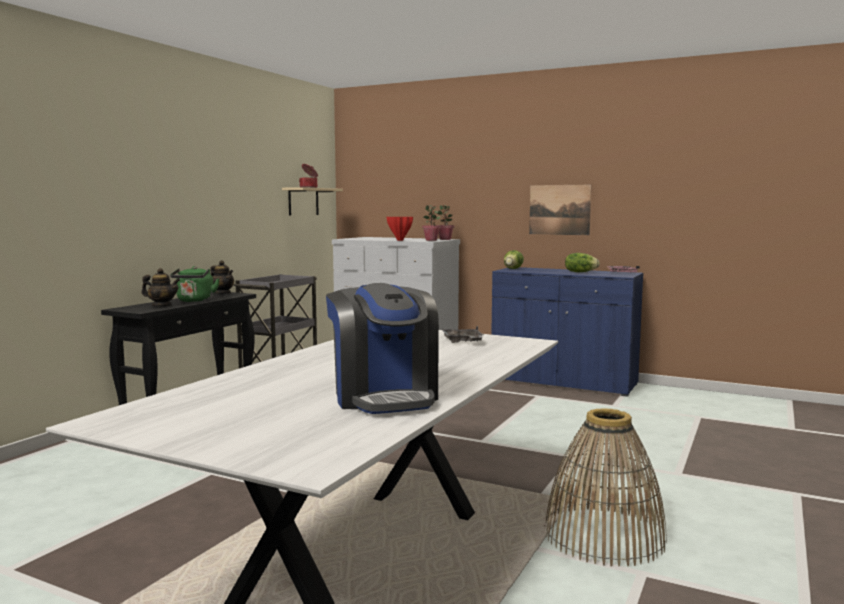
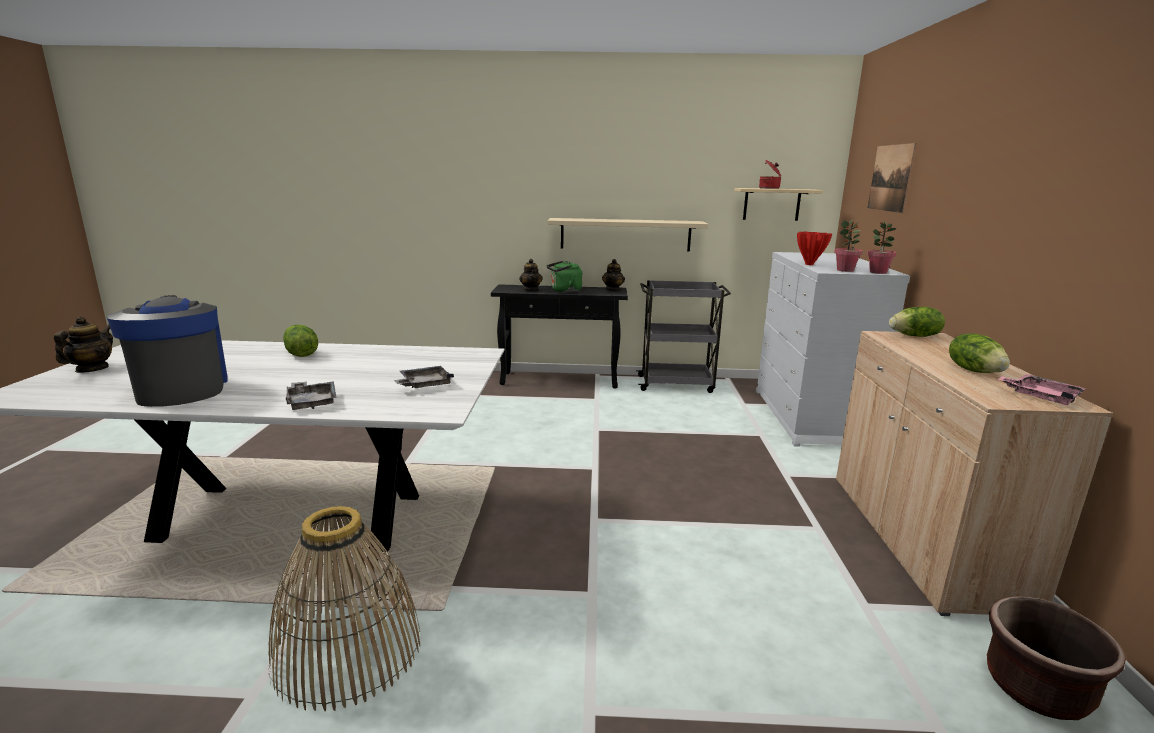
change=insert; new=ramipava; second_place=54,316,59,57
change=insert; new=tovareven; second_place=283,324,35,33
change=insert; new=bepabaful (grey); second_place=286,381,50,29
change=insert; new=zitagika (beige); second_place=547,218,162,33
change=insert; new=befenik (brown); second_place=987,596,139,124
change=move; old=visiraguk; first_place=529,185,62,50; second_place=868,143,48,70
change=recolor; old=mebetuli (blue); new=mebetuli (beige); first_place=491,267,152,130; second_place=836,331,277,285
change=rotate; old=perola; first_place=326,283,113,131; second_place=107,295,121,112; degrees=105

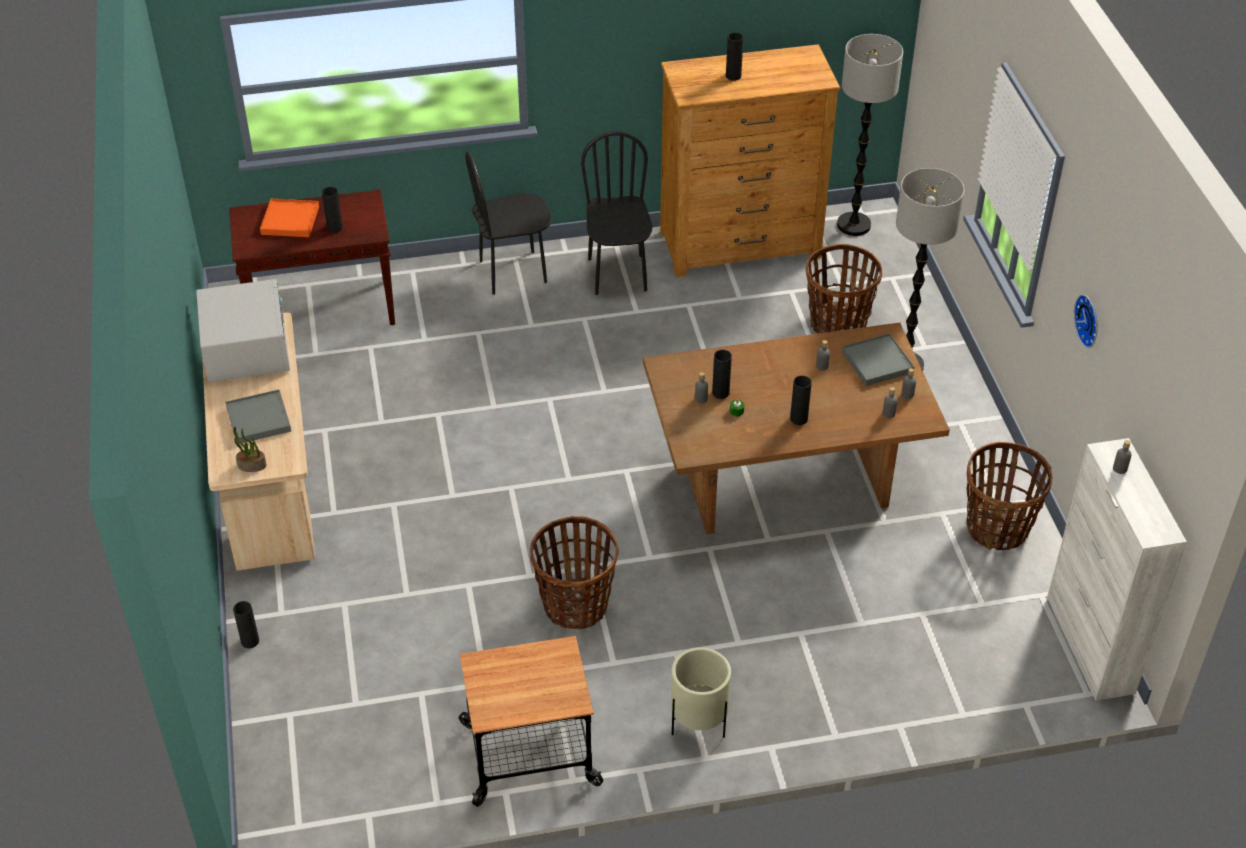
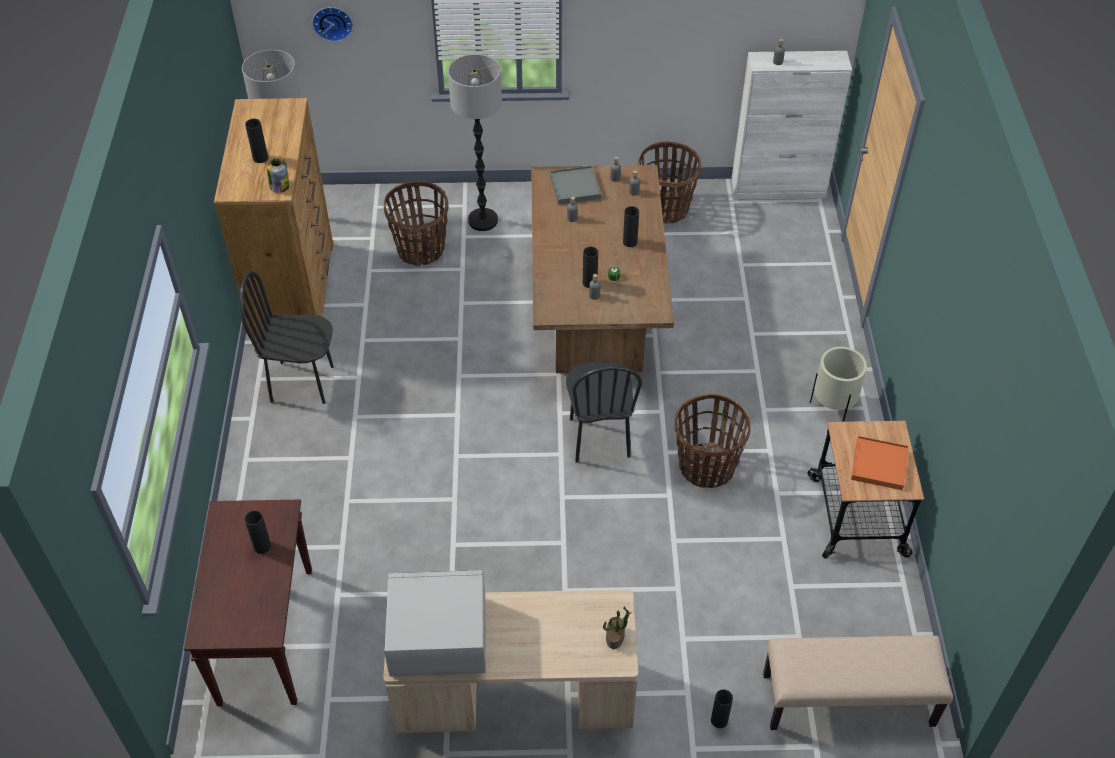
change=delete; old=bepabaful (grey); first_place=225,389,66,55
change=insert; new=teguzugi; second_place=267,158,22,35
change=insert; new=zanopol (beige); second_place=763,636,190,94
change=move; old=bepabaful (orange); first_place=260,199,59,38; second_place=851,436,58,54
change=move; old=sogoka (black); first_place=465,151,87,144; second_place=566,361,76,102
change=move; old=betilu; first_place=1074,294,24,54; second_place=312,7,41,35

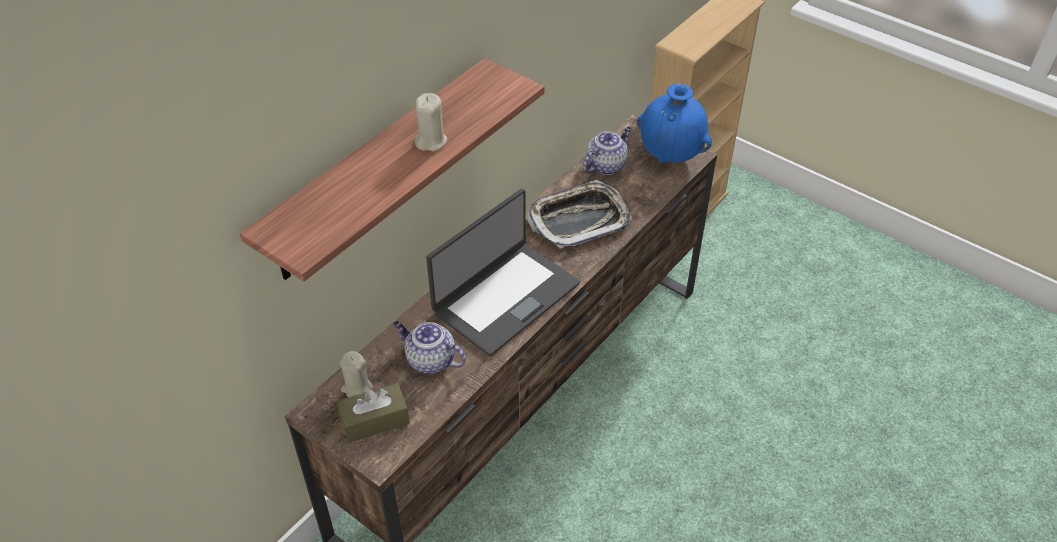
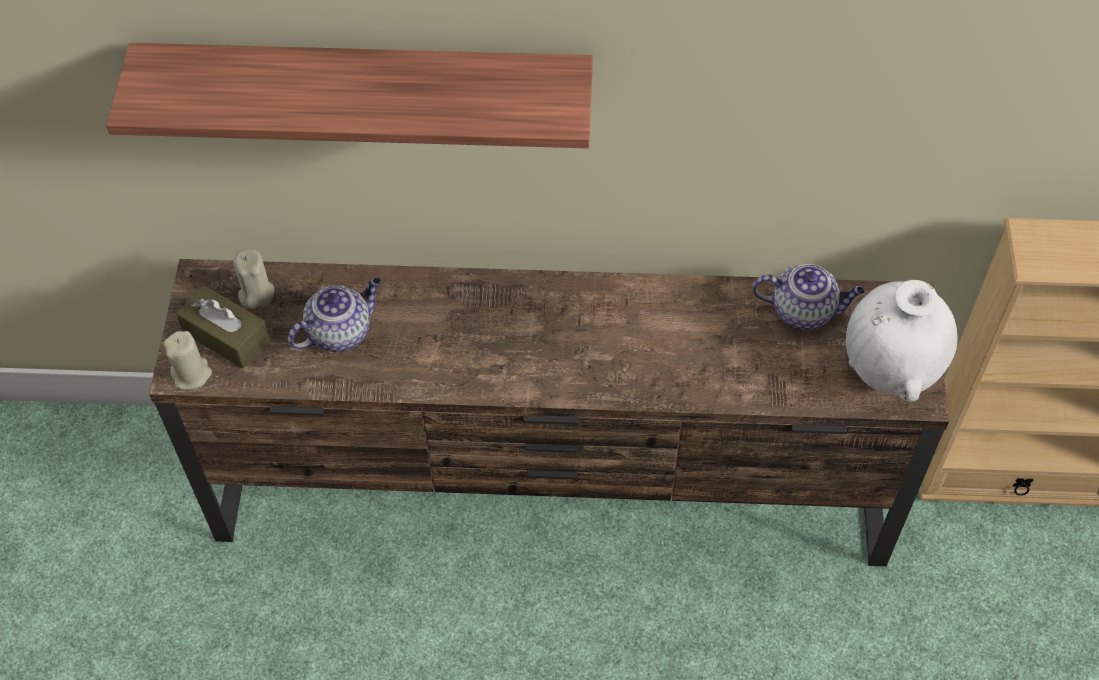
change=delete; old=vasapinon; first_place=426,189,154,167
change=delete; old=bepabaful; first_place=527,180,105,69
change=move; old=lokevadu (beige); first_place=415,93,32,58; second_place=164,331,48,59
change=recolor; old=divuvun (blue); new=divuvun (white); first_place=637,84,75,79; second_place=846,280,112,122
change=rotate; old=ramipava; first_place=393,321,73,53; second_place=288,277,93,75; degrees=60

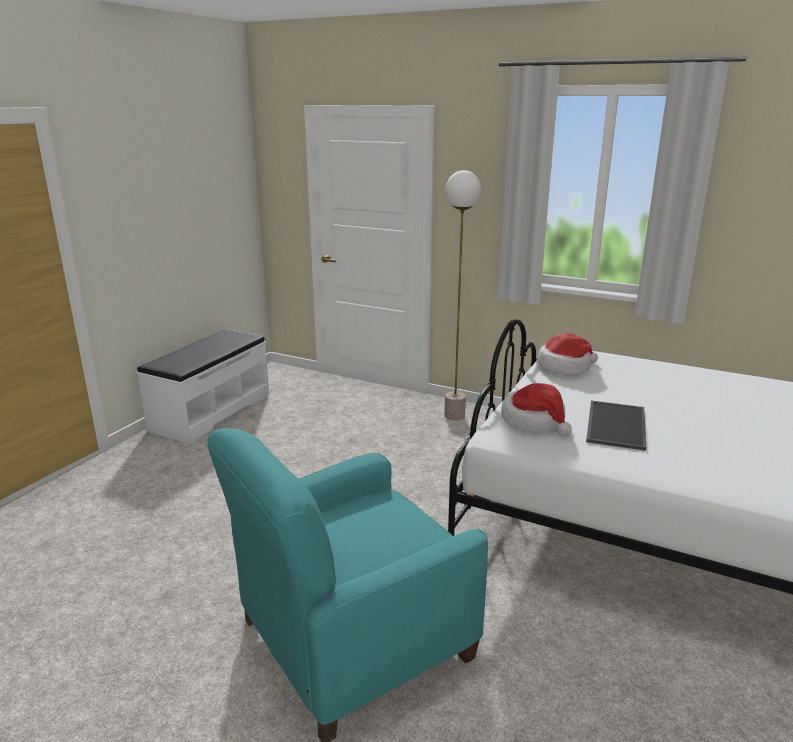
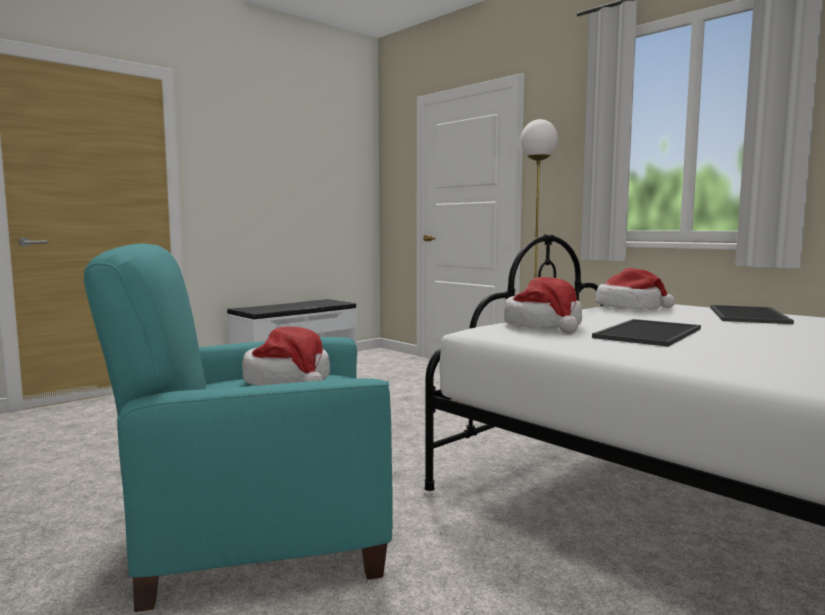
change=insert; new=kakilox; second_place=242,326,88,60
change=insert; new=bepabaful; second_place=710,305,84,19

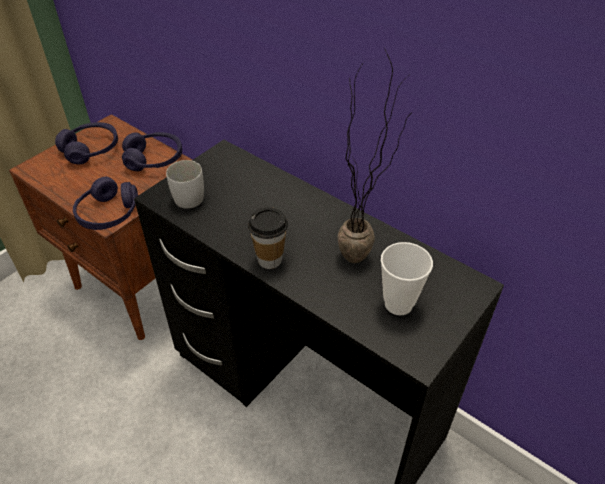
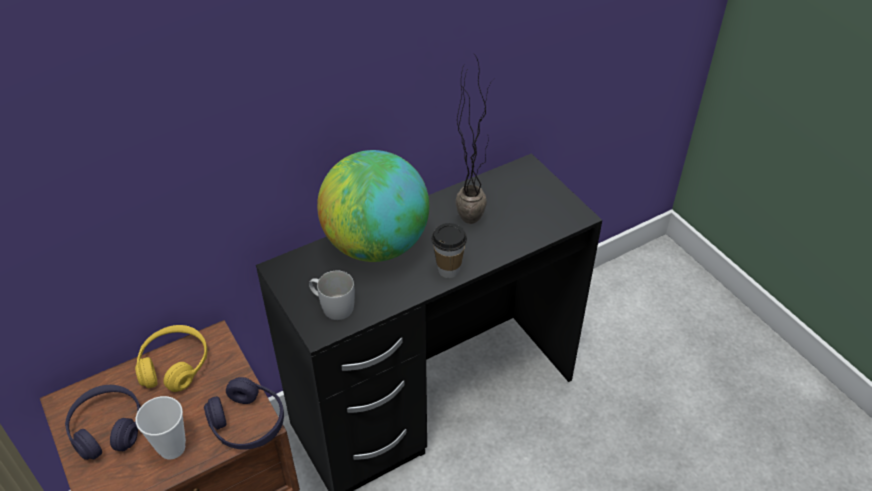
change=insert; new=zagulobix; second_place=317,150,112,112
change=move; old=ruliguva; first_place=381,242,52,73; second_place=135,396,51,63
change=recolor; old=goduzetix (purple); new=goduzetix (yellow); first_place=122,132,60,39; second_place=135,325,72,67

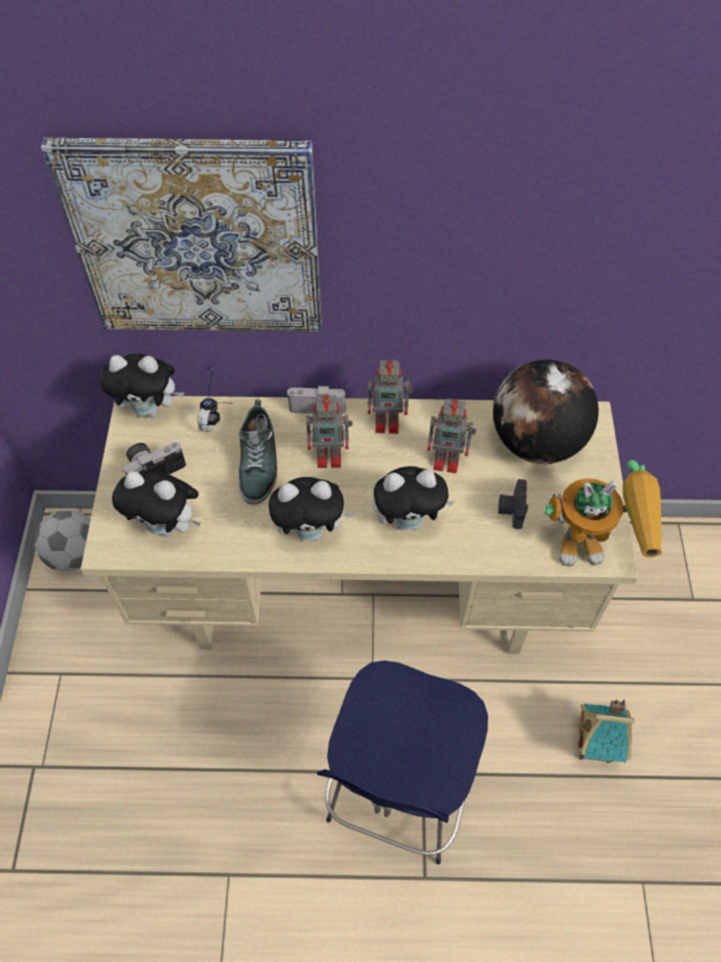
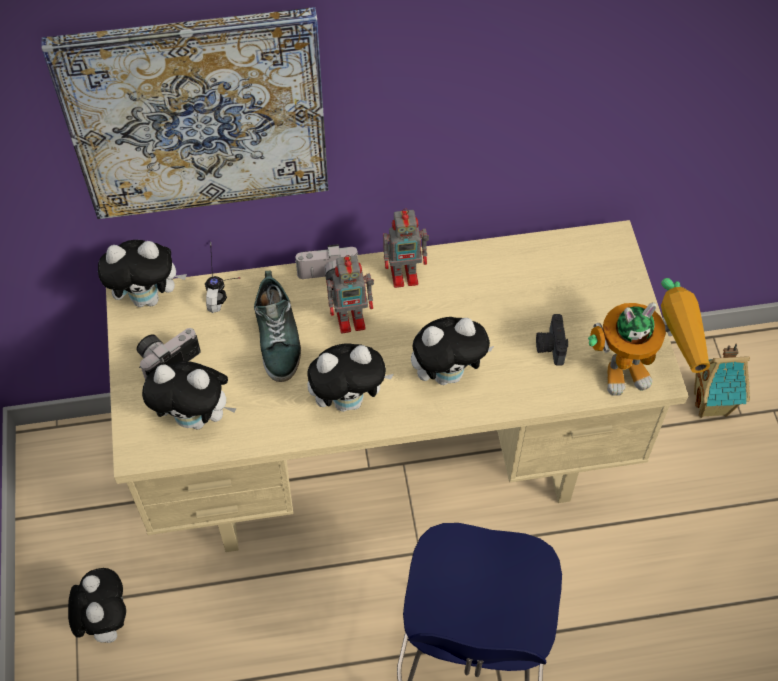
change=delete; old=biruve; first_place=34,510,56,61
change=delete; old=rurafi; first_place=427,398,49,75
change=delete; old=zagulobix; first_place=493,360,106,104
change=insert; new=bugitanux; second_place=68,568,58,75
change=move; old=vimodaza; first_place=578,699,57,64; second_place=694,344,56,74

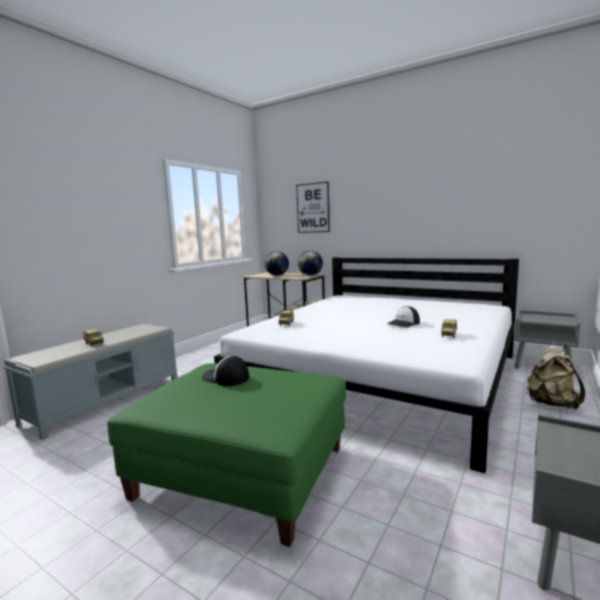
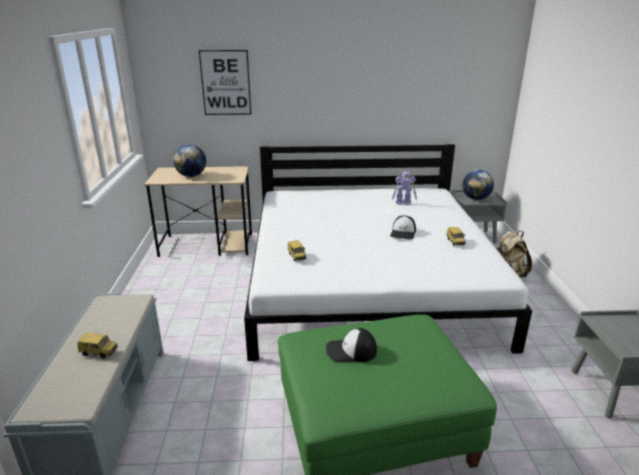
change=insert; new=rurafi; second_place=392,172,25,33
change=move; old=zagulobix; first_place=298,250,25,26; second_place=462,170,32,30

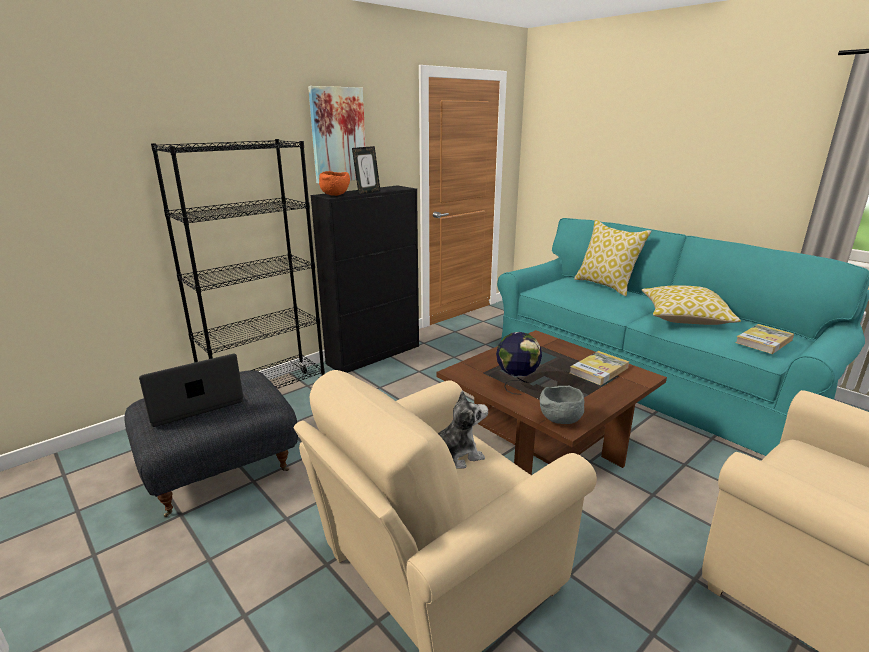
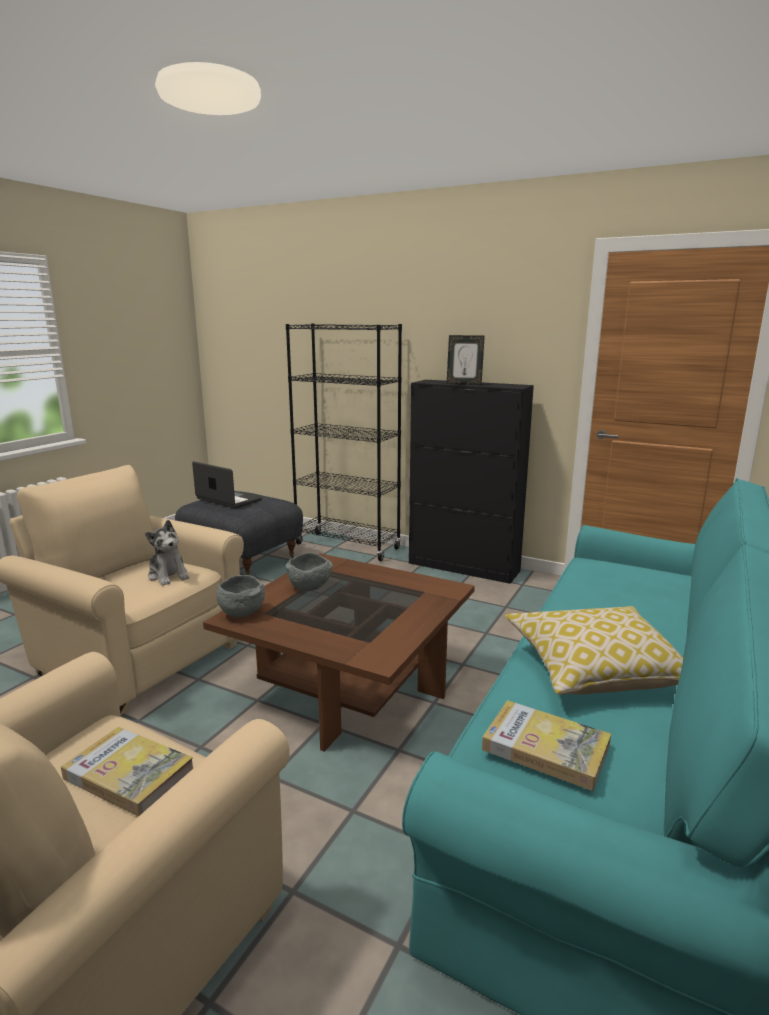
change=delete; old=visiraguk; first_place=308,86,58,97
change=delete; old=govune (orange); first_place=319,171,31,25
change=delete; old=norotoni; first_place=574,219,77,77
change=move; old=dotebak; first_place=570,351,59,34; second_place=61,727,132,90
change=replace; old=zagulobix; new=govune (grey); first_place=496,332,46,63; second_place=285,553,48,38

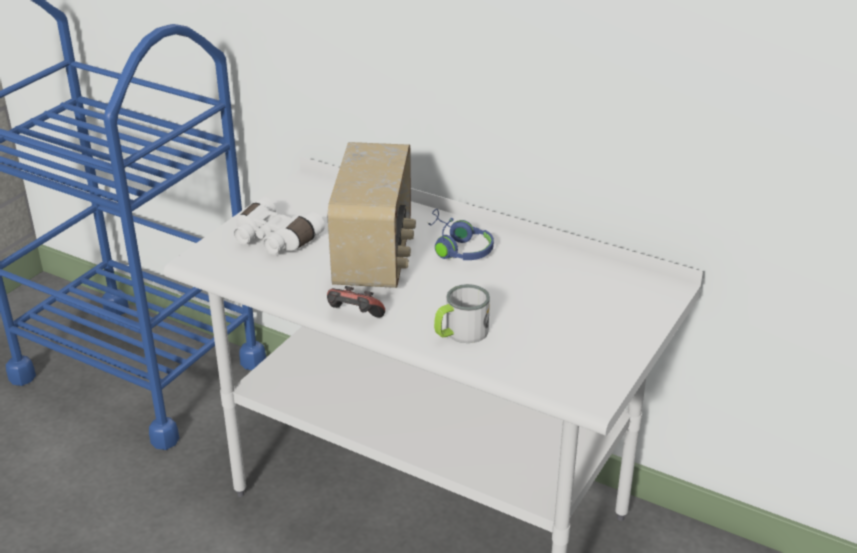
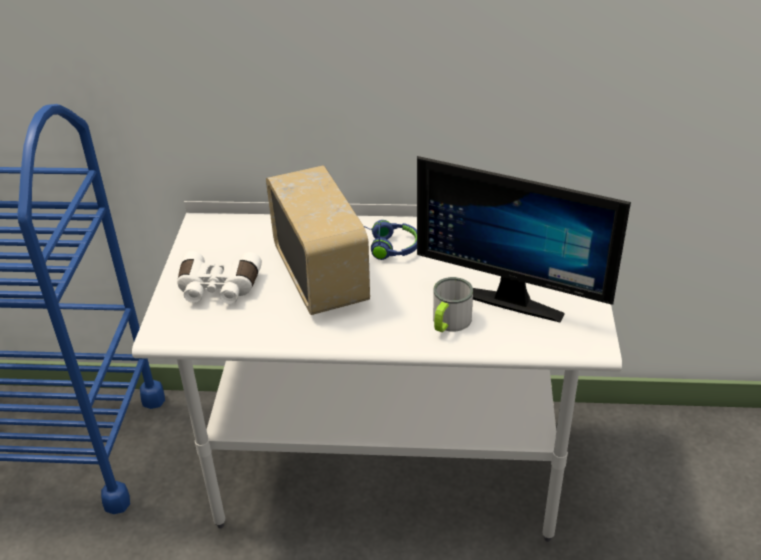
change=delete; old=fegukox; first_place=327,286,58,32
change=insert; new=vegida; second_place=417,156,214,167

